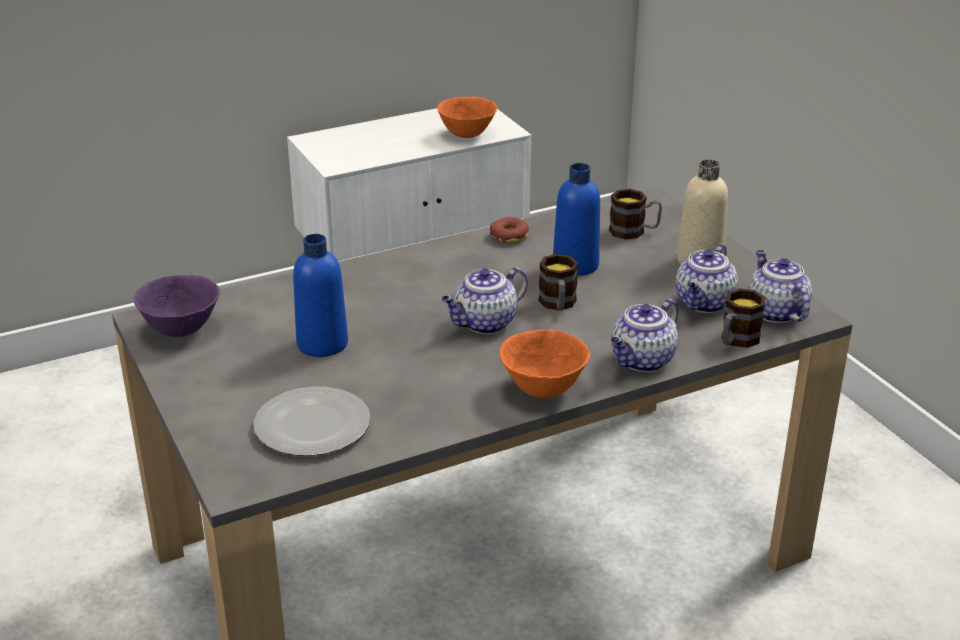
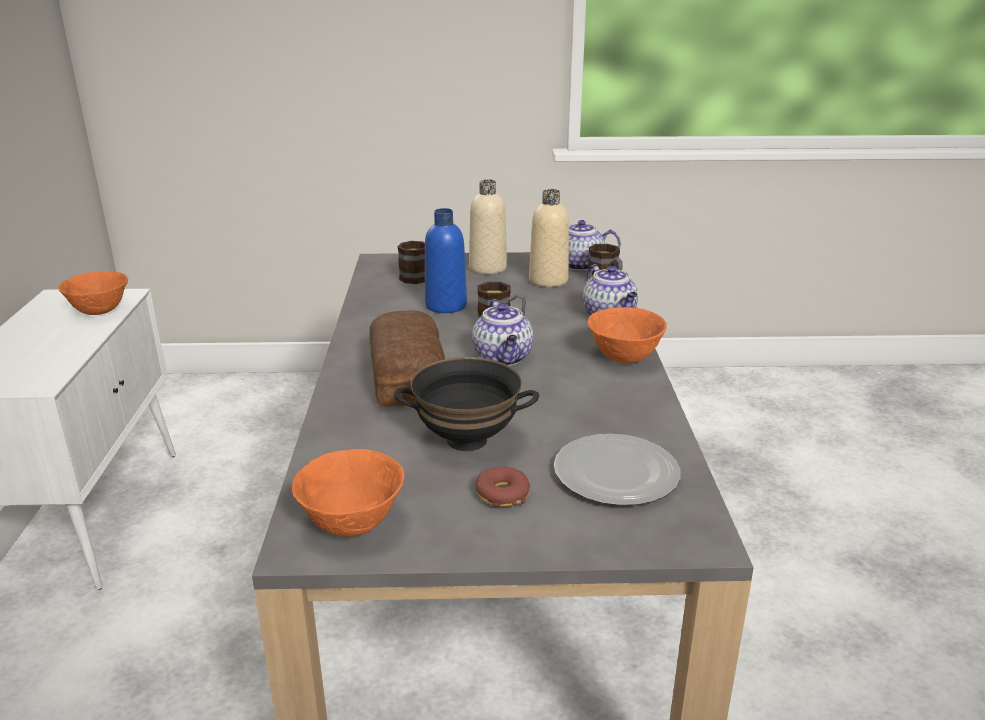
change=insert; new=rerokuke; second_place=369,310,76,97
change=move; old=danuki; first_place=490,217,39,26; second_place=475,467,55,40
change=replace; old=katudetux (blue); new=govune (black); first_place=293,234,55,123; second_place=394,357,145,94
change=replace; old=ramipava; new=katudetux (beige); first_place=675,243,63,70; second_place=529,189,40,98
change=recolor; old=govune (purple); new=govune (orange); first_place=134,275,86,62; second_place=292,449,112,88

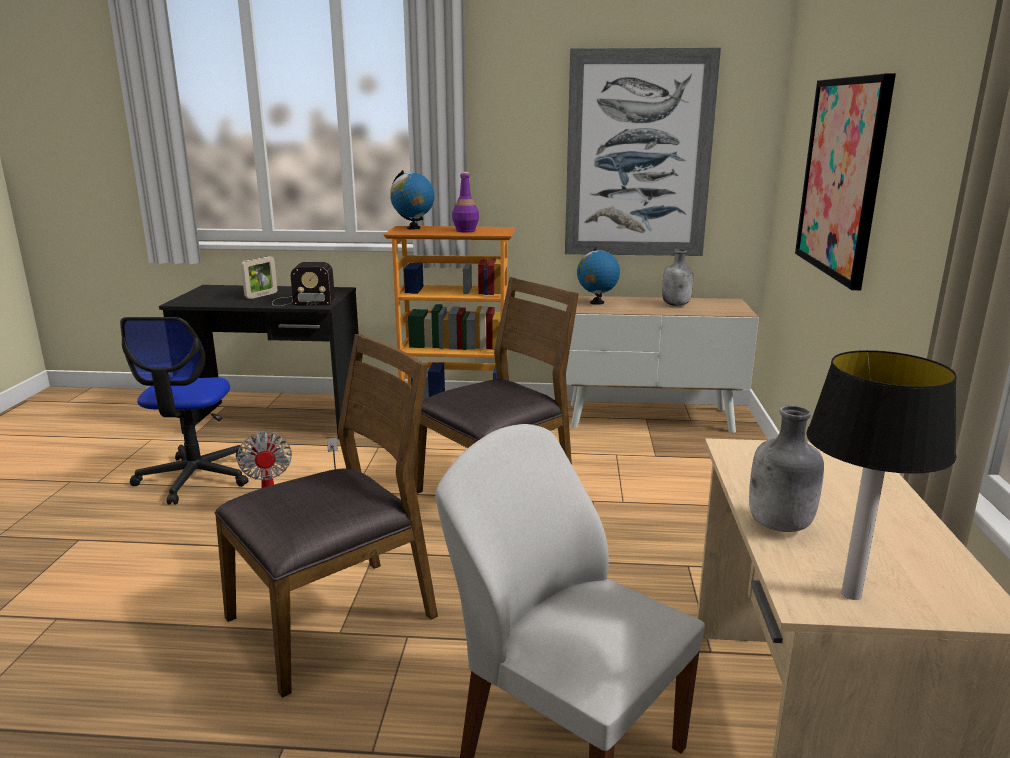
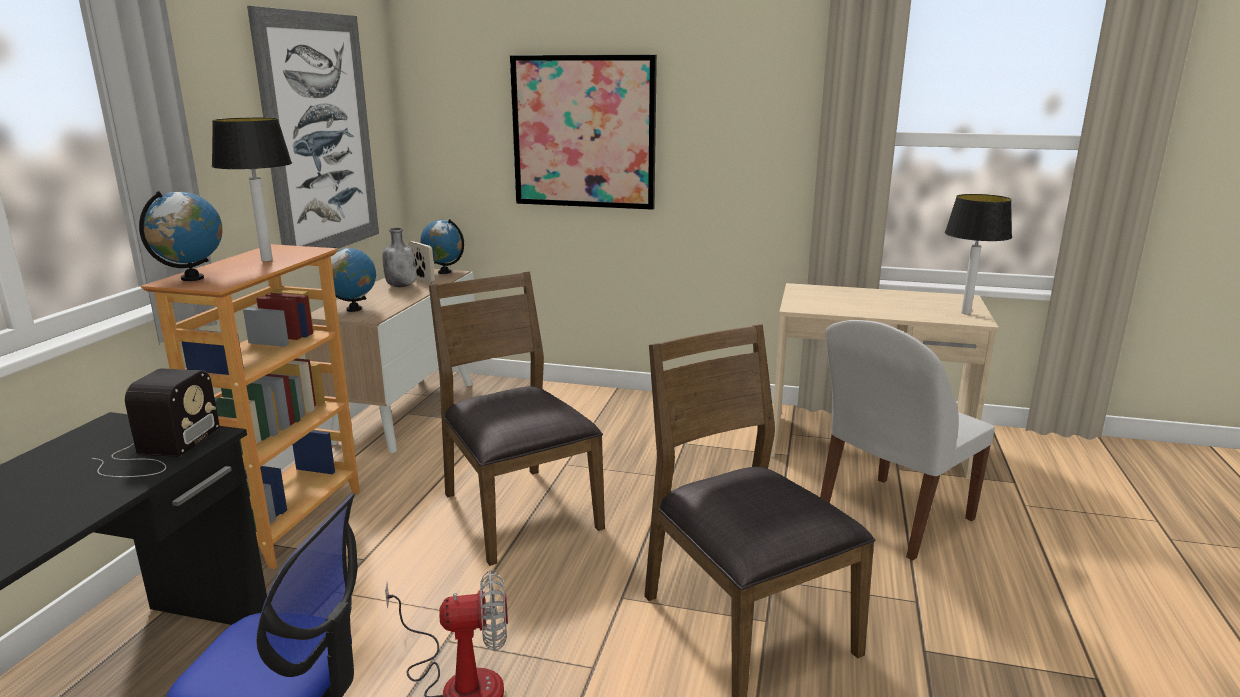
change=delete; old=katudetux (grey); first_place=749,405,75,127
change=insert; new=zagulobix; second_place=420,219,44,55
change=move; old=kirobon; first_place=241,256,36,43; second_place=408,241,27,43
change=replace; old=katudetux (purple); new=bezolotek; first_place=452,172,27,60; second_place=212,117,80,144

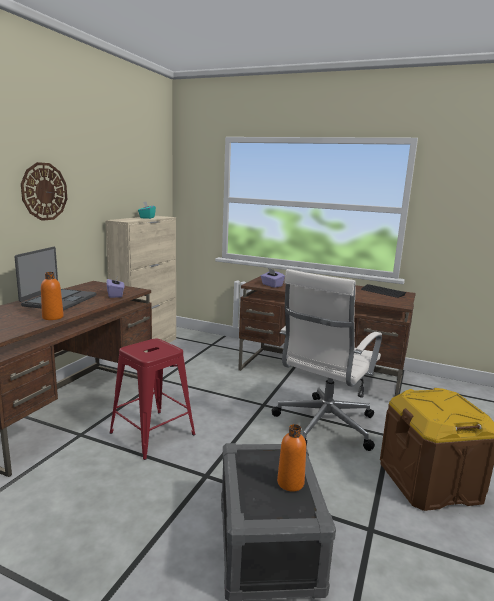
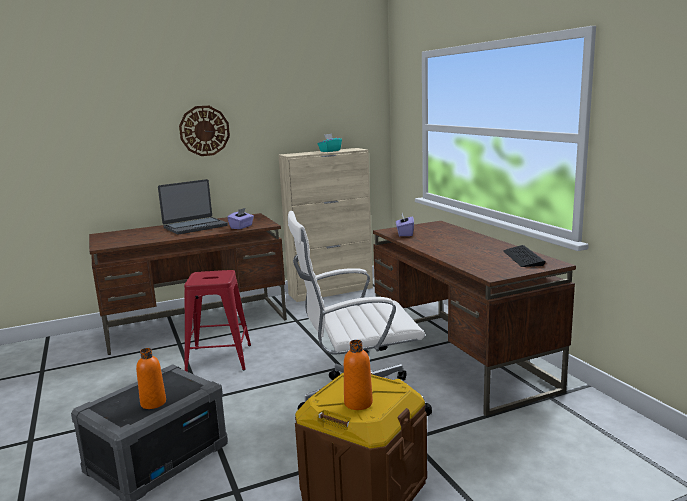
change=move; old=katudetux (orange); first_place=41,272,23,48; second_place=344,340,29,70

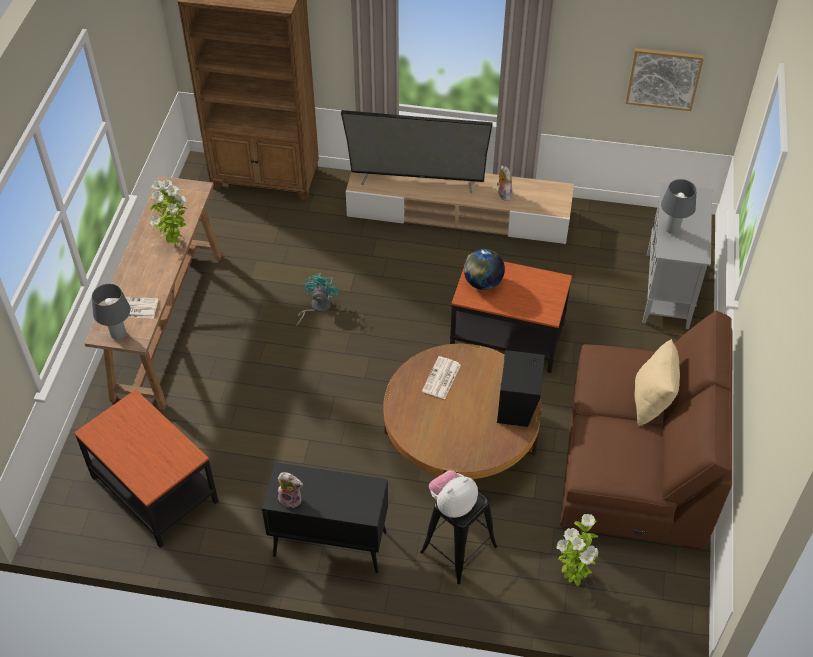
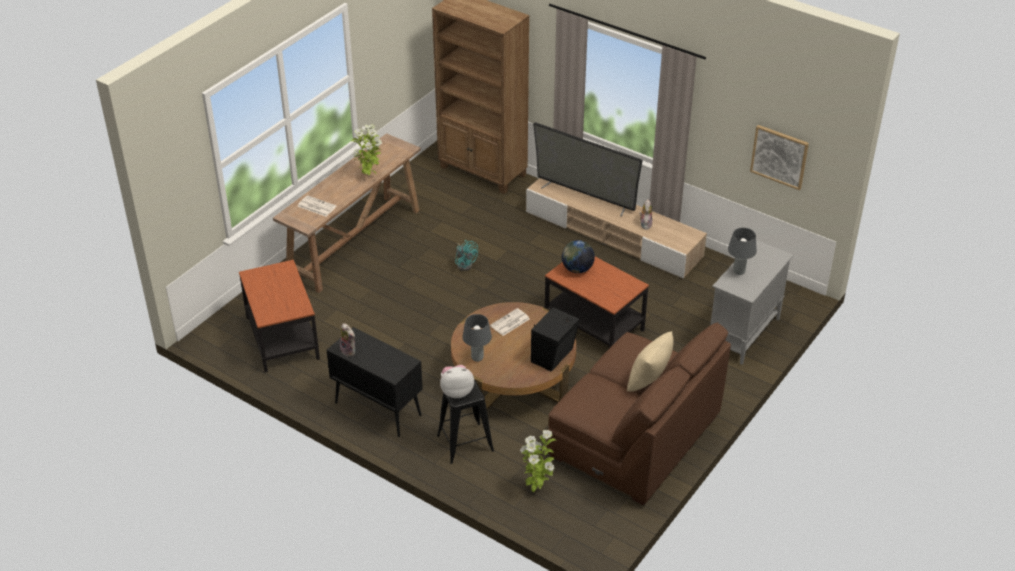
change=move; old=bezolotek (grey); first_place=92,284,38,56; second_place=462,314,30,48
change=rotate; old=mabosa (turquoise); first_place=296,273,42,53; second_place=455,240,23,31; degrees=105

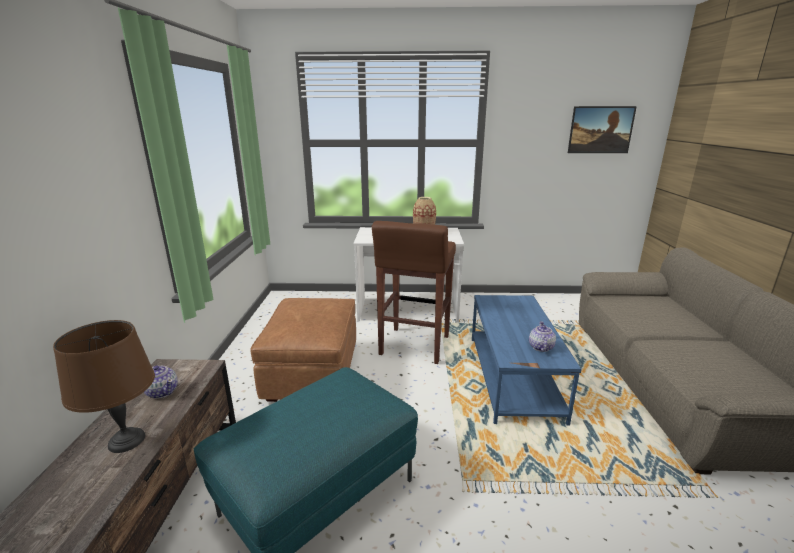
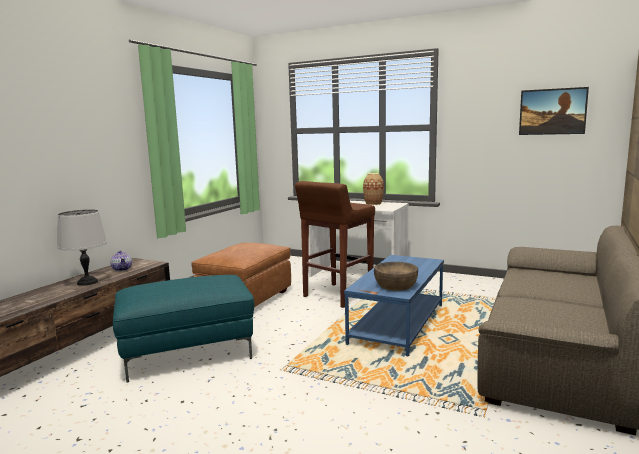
change=replace; old=ramipava; new=govune (brown); first_place=529,321,27,31; second_place=374,262,44,29
change=recolor; old=bezolotek (brown); new=bezolotek (grey); first_place=53,320,102,133; second_place=57,209,50,77

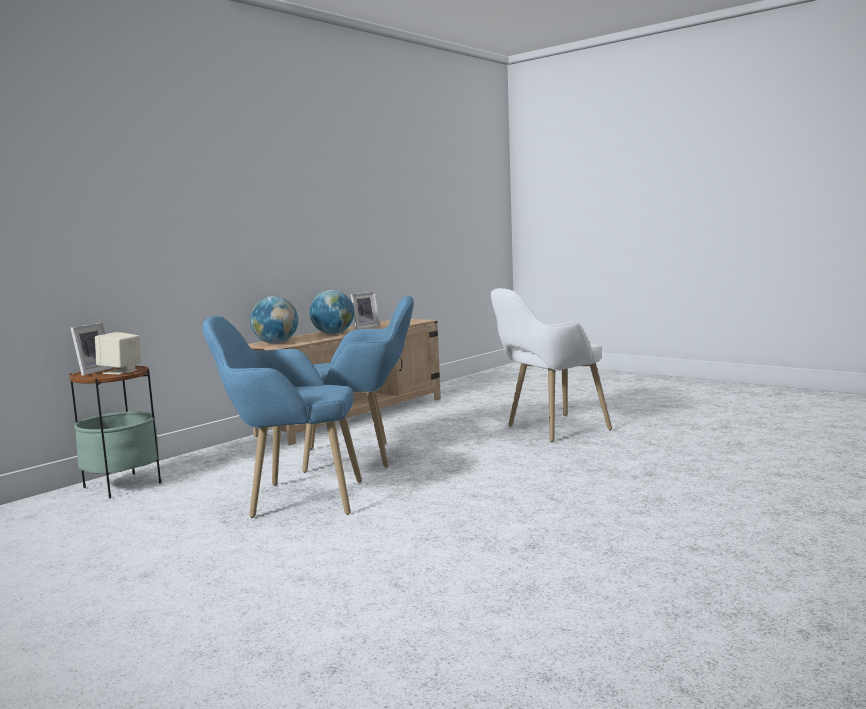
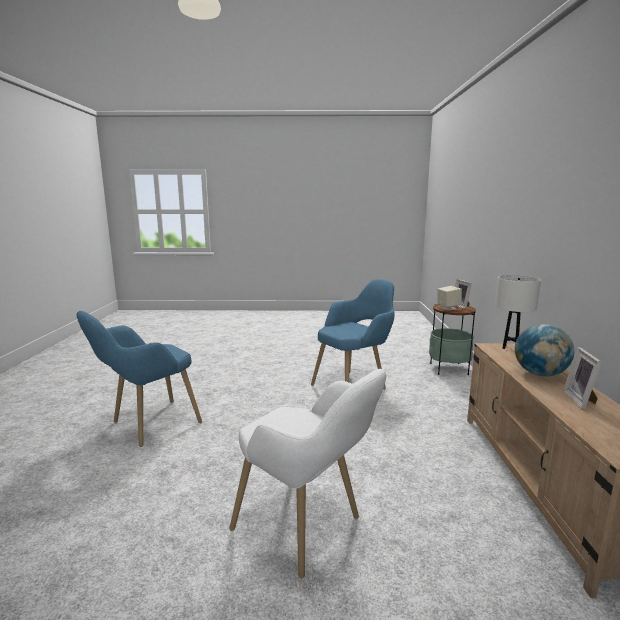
change=move; old=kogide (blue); first_place=302,295,112,178; second_place=77,311,125,136
change=replace; old=zagulobix; new=bezolotek (white); first_place=250,296,48,48; second_place=495,275,46,74
change=rotate; old=kogide (white); first_place=491,288,121,154; second_place=229,369,157,210; degrees=105

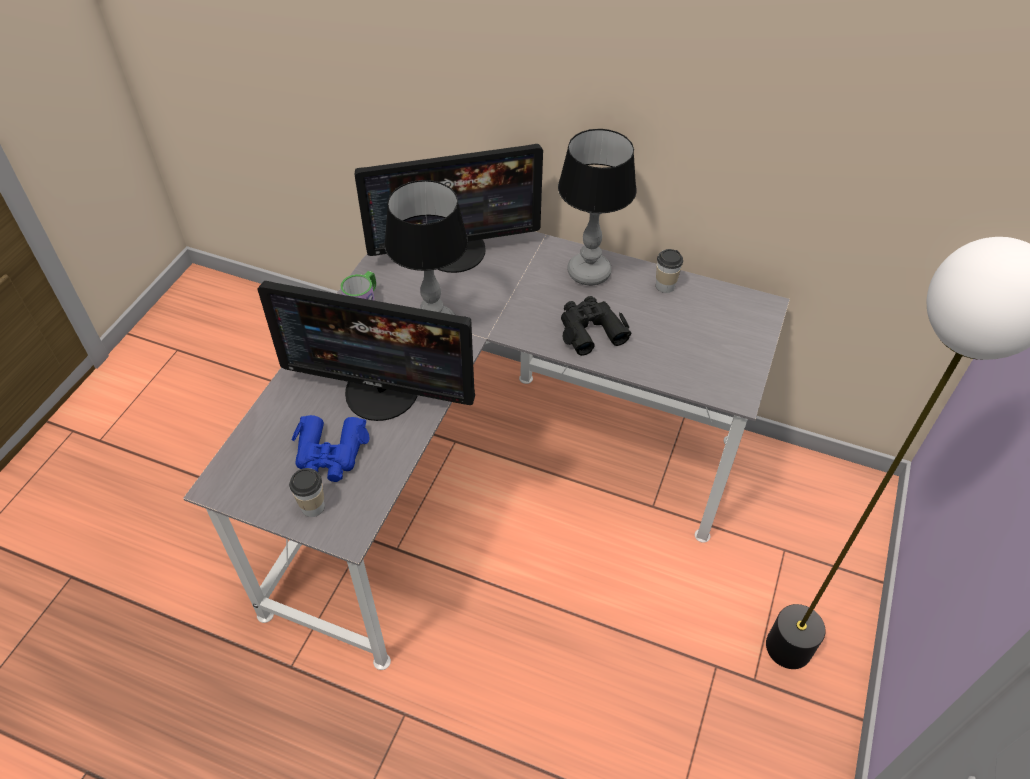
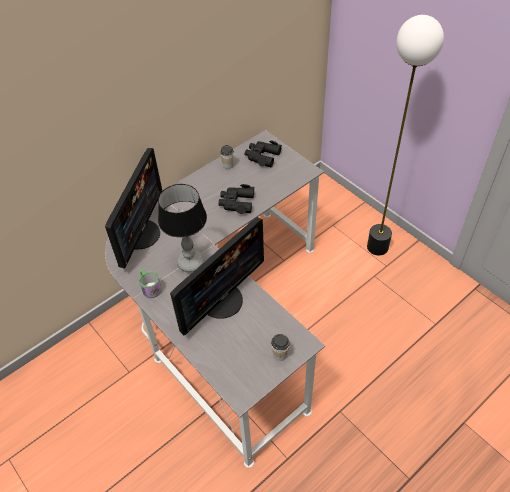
change=delete; old=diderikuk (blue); first_place=292,415,78,67
change=delete; old=bezolotek; first_place=558,129,79,156
change=insert; new=diderikuk (black); second_place=244,140,38,27

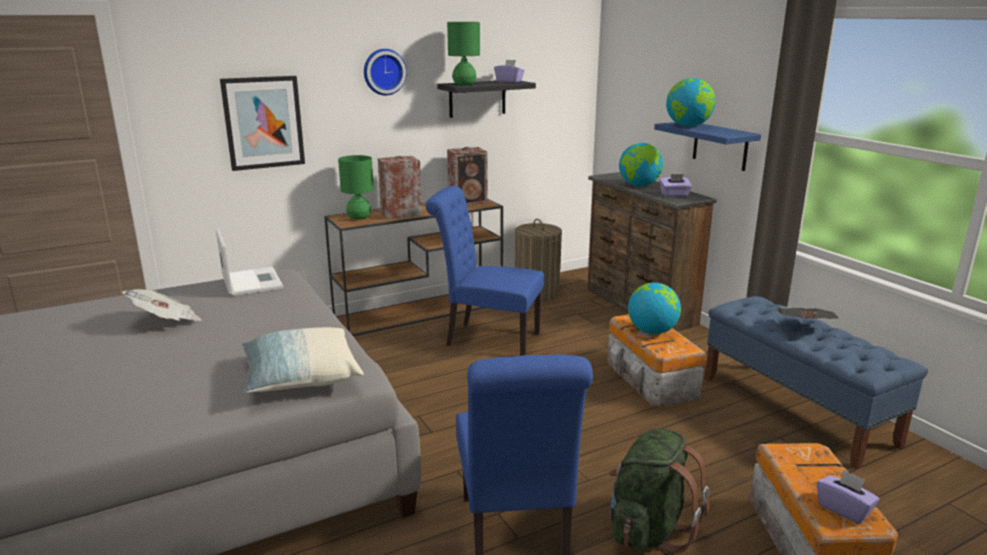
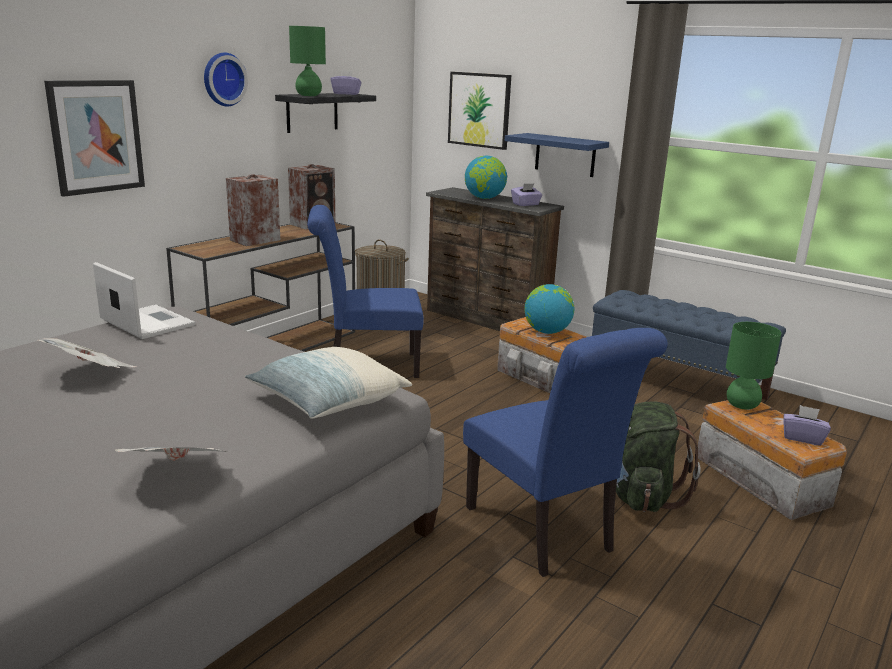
change=delete; old=zagulobix; first_place=666,78,49,49
change=insert; new=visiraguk; second_place=448,72,63,78
change=move; old=bezolotek (green); first_place=338,155,36,65; second_place=726,322,56,88
change=move; old=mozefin; first_place=777,308,61,11; second_place=115,447,112,14

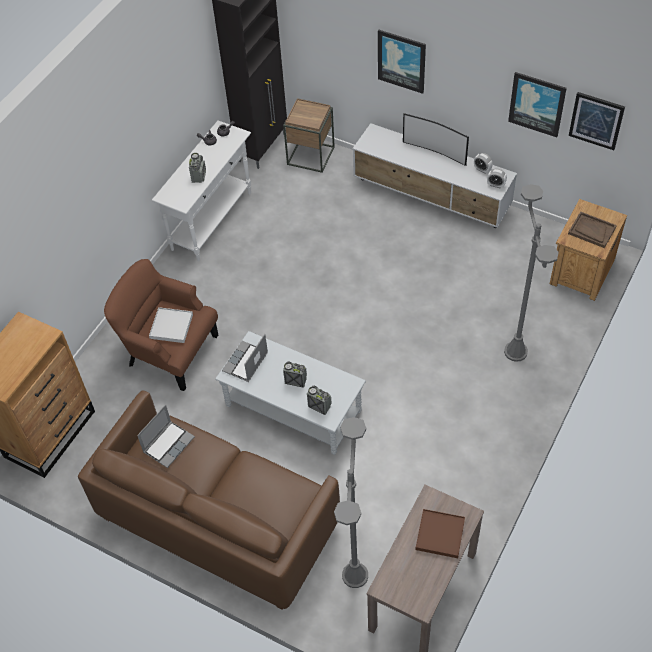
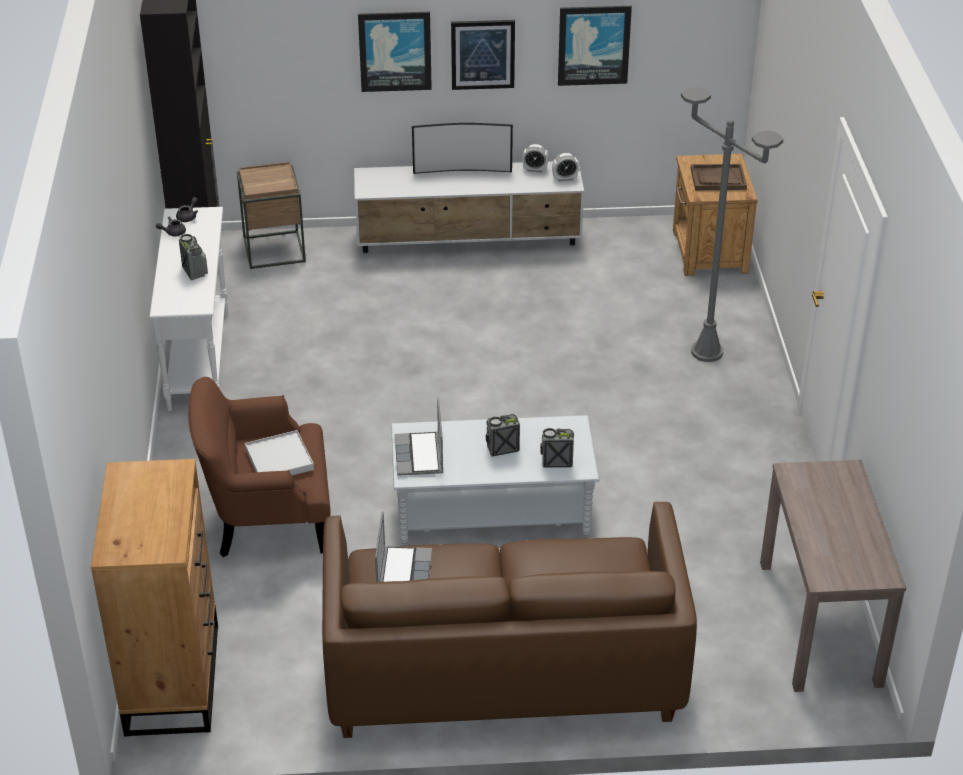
change=delete; old=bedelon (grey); first_place=334,417,34,171
change=delete; old=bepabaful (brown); first_place=415,509,50,49
change=move; old=visiraguk; first_place=569,92,56,58; second_place=451,20,64,70

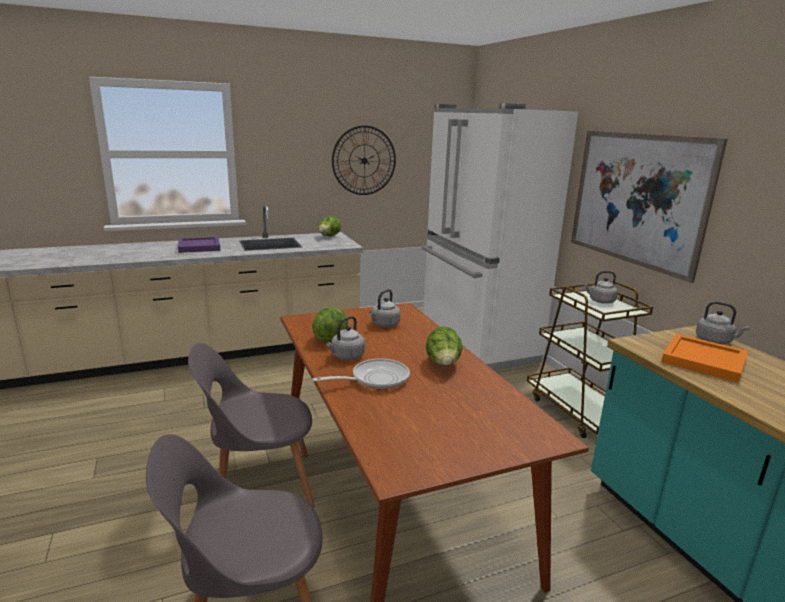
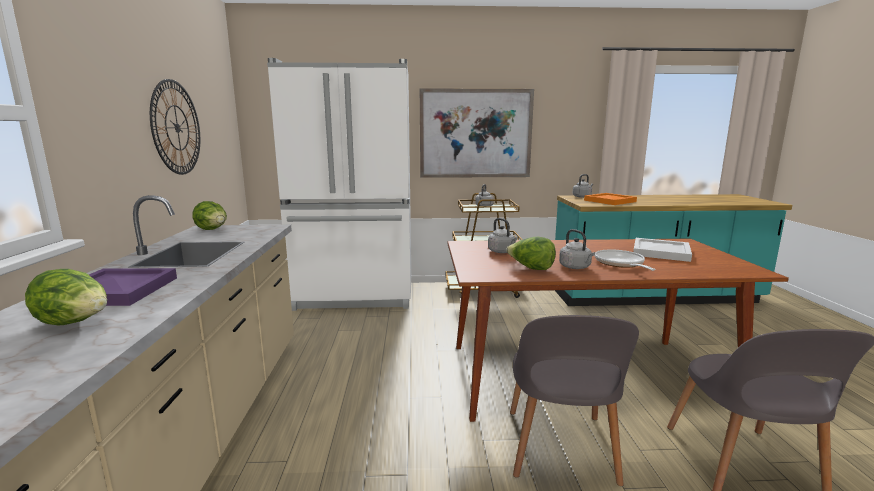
change=insert; new=bepabaful (white); second_place=633,238,59,24
change=move; old=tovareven; first_place=426,326,37,40; second_place=25,269,82,56

